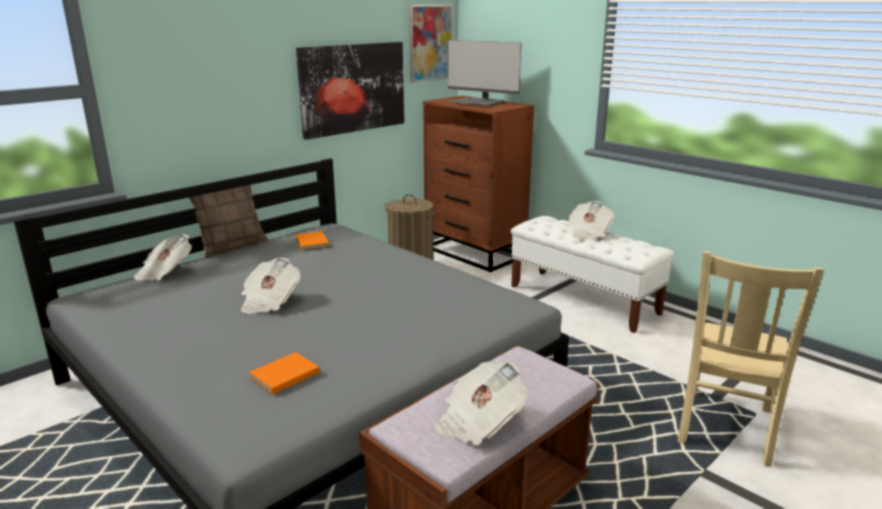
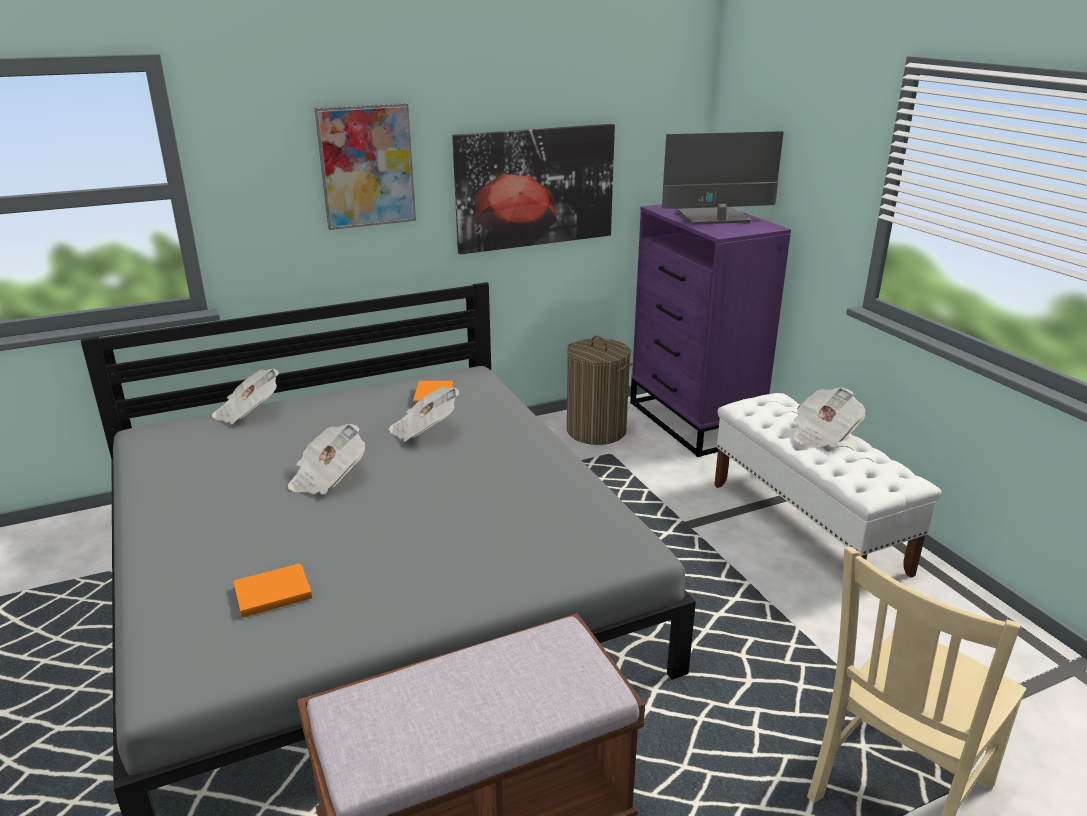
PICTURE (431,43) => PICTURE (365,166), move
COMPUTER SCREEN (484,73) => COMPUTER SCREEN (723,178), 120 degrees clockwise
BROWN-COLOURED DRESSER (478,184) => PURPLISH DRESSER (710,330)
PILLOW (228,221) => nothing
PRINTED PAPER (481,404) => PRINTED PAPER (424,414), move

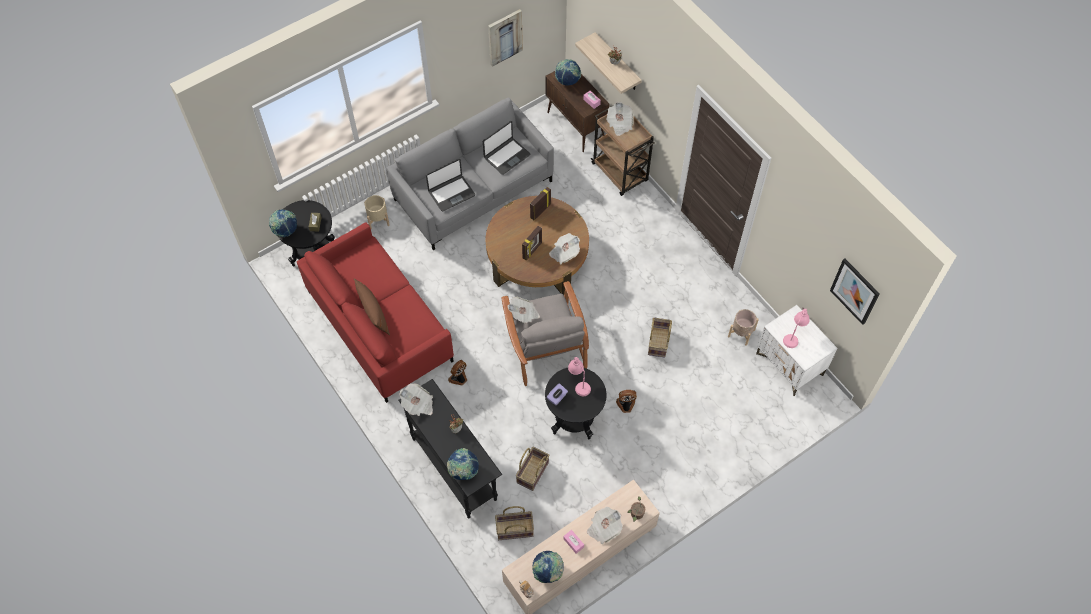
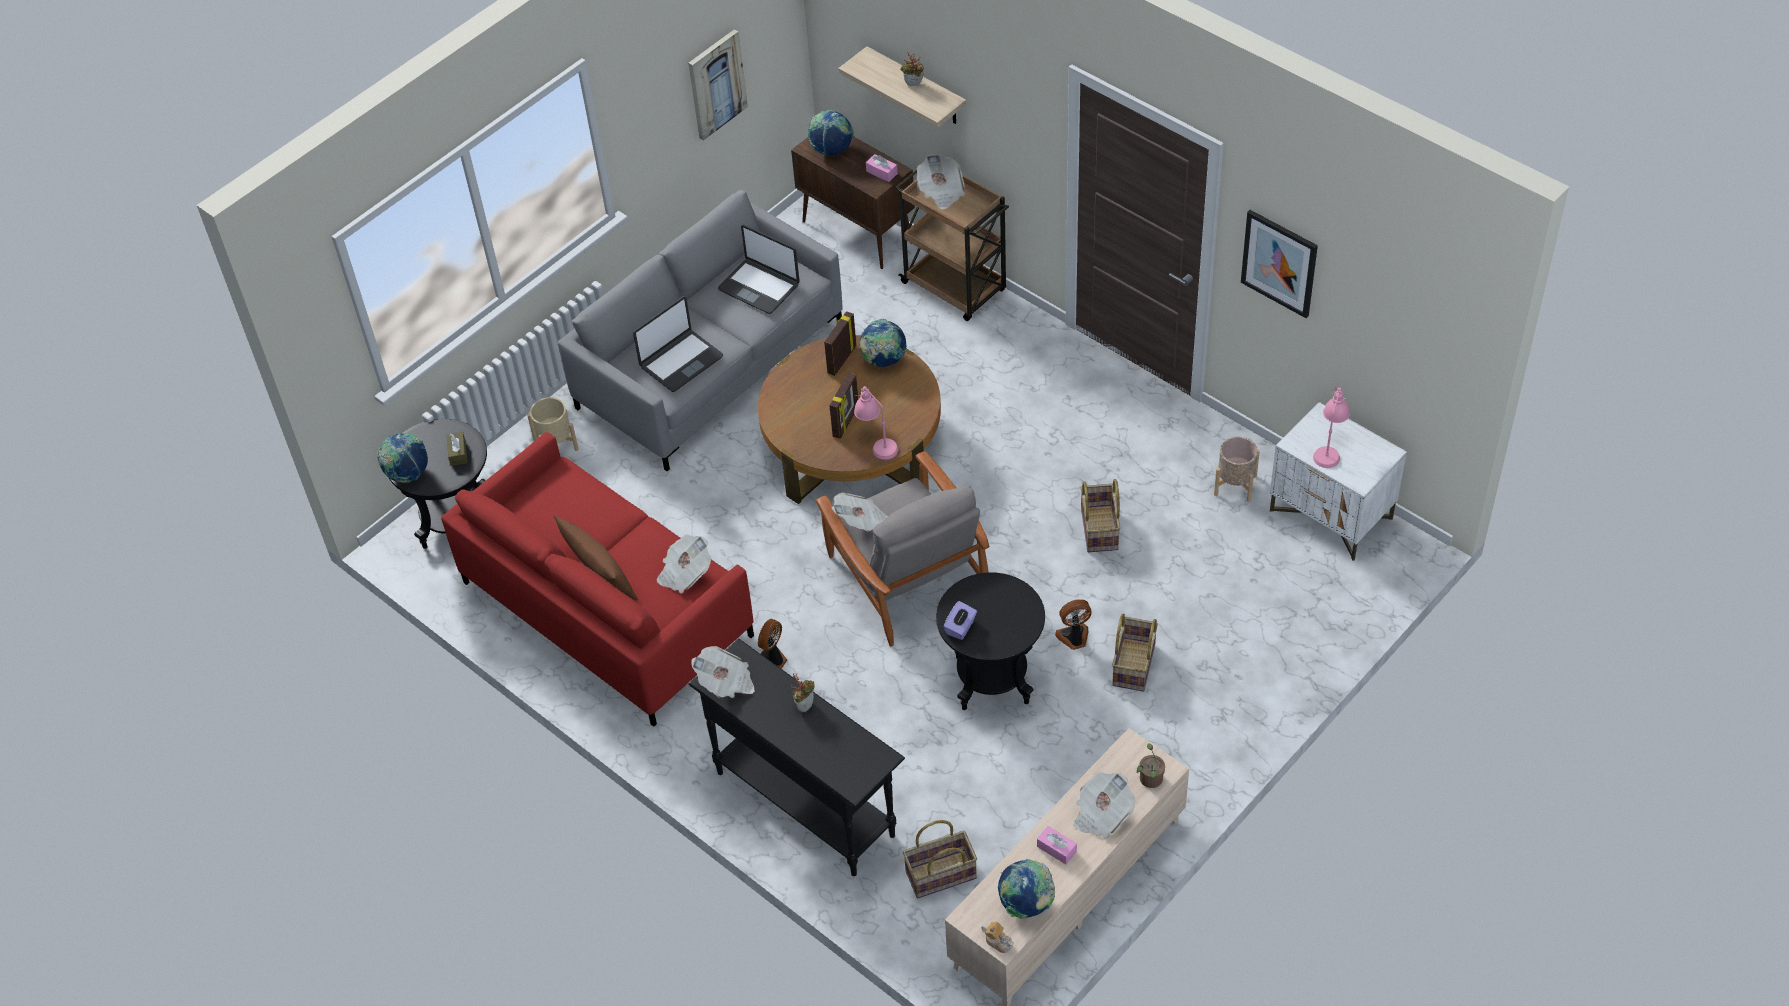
PORTABLE COMPUTER (506,148) => PORTABLE COMPUTER (759,269), 90 degrees clockwise
PRINTED PAPER (564,248) => PRINTED PAPER (684,563), move
PICTURE (855,292) => PICTURE (1279,264), move
PINK-COLOURED TABLETOP LAMP (579,376) => PINK-COLOURED TABLETOP LAMP (876,423), move
STORAGE BASKET (532,469) => STORAGE BASKET (1135,652), move
WORLD GLOBE (463,464) => WORLD GLOBE (883,343), move

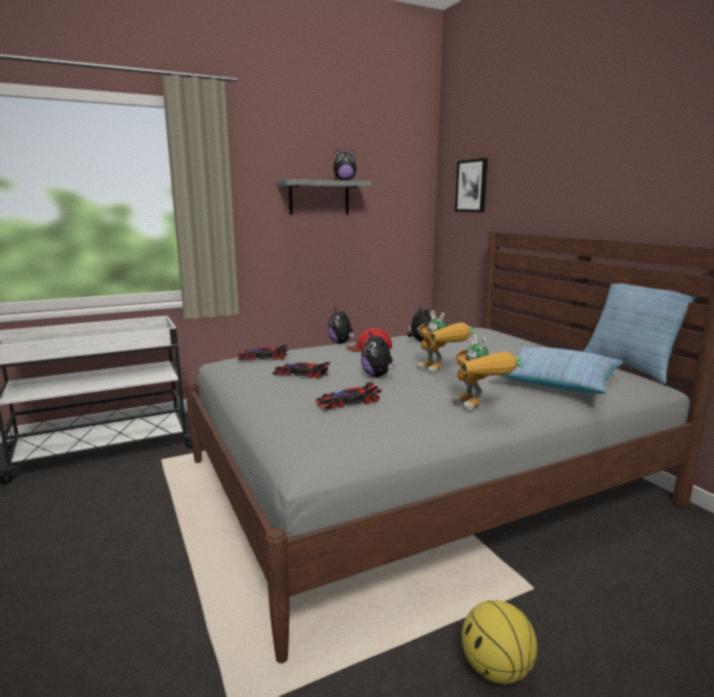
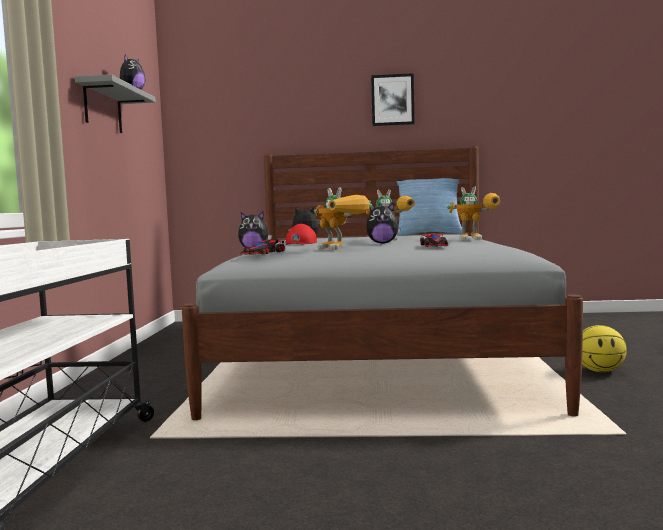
PICTURE (471,185) => PICTURE (393,99), move
PILLOW (561,370) => nothing
MINIATURE CAR (301,370) => ROBOT FIGURE (343,218)

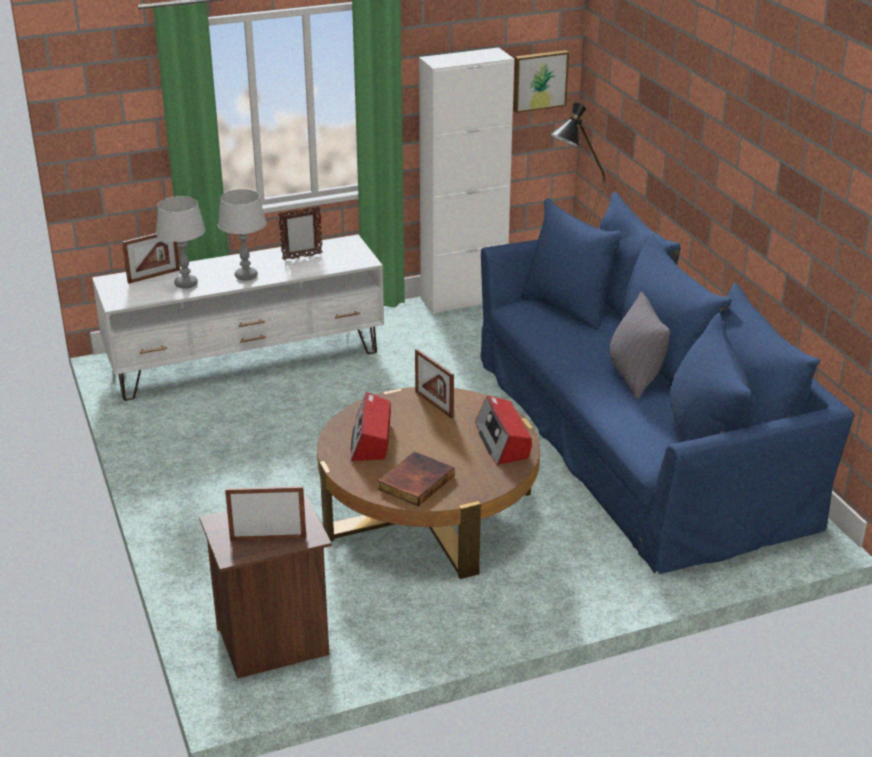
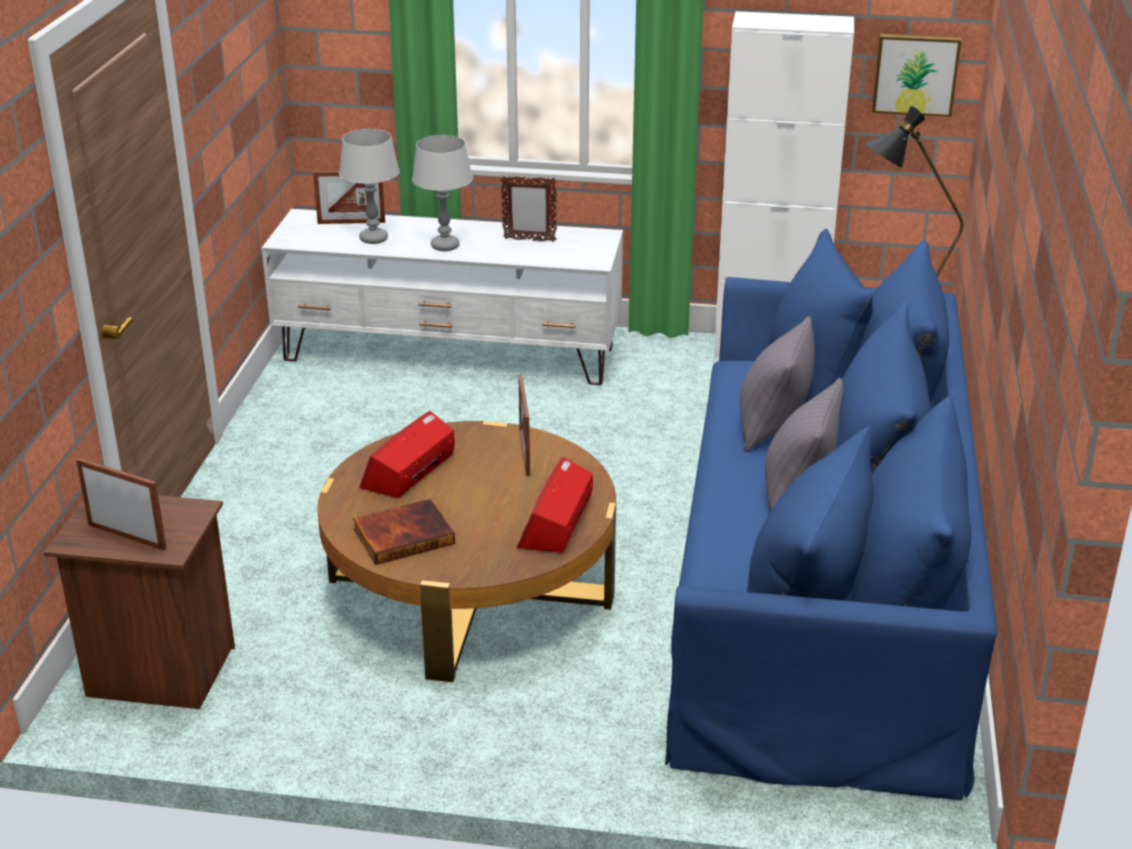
nothing => GREY PILLOW (777,384)

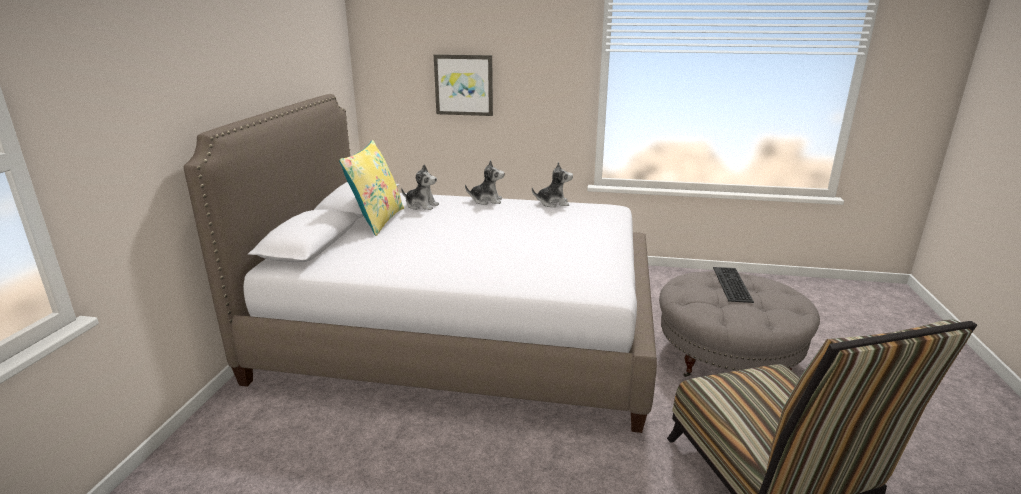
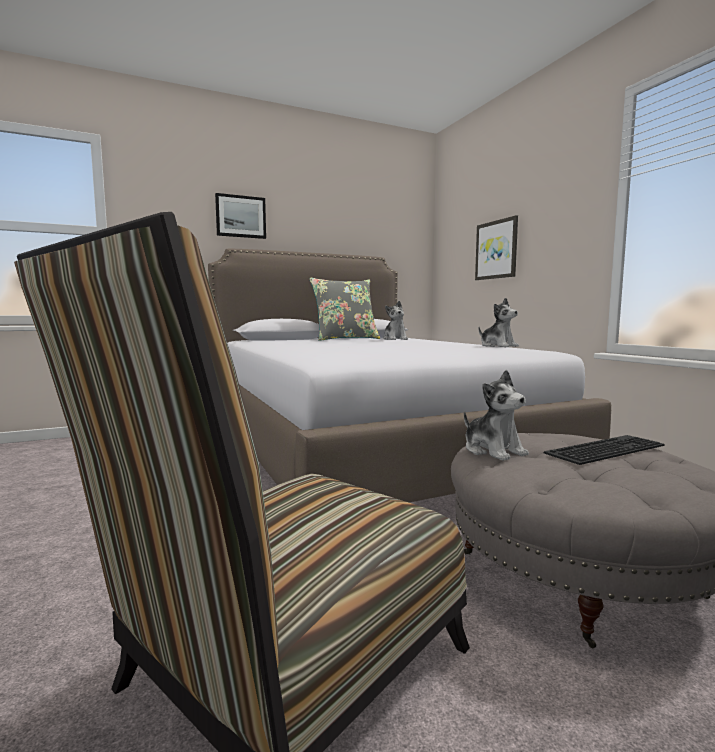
YELLOWISH PILLOW (371,188) => GREY PILLOW (344,309)
SOFT TOY (485,182) => SOFT TOY (496,415), move
nothing => PICTURE (240,216)

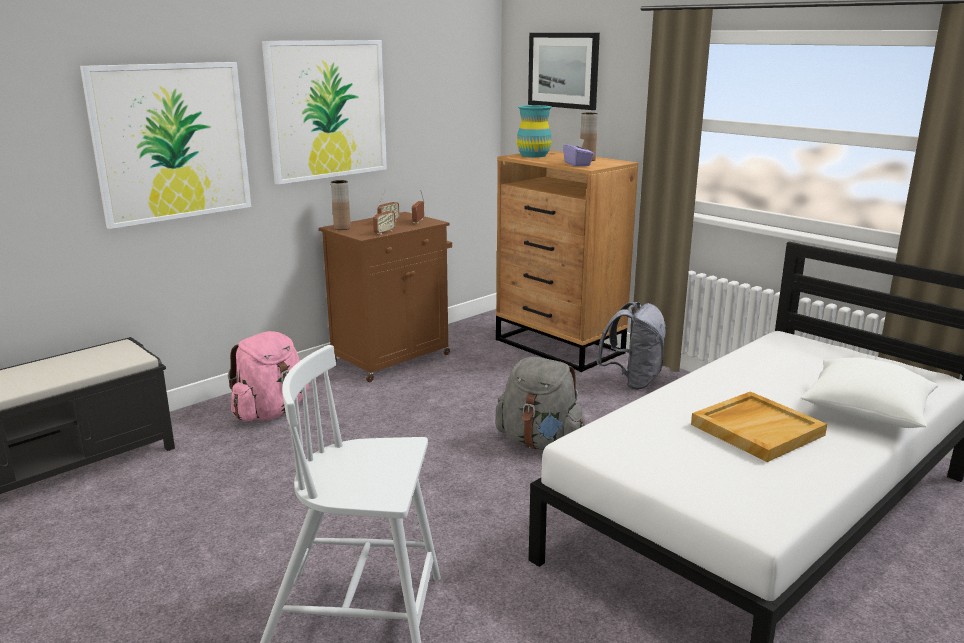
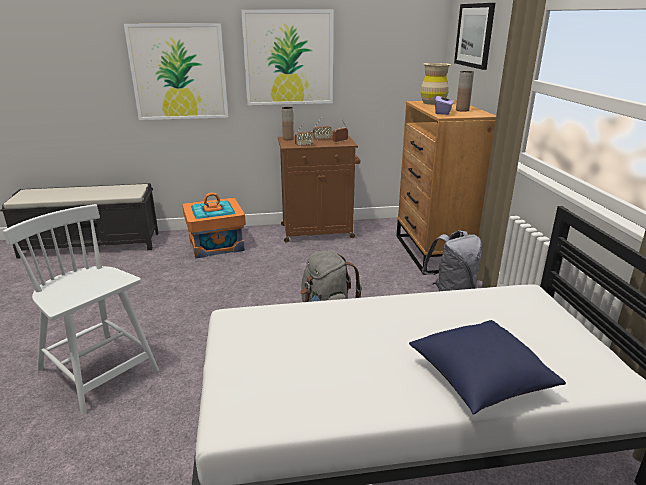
TURQUOISE-COLOURED VASE (534,131) => BEIGE-COLOURED VASE (436,84)
PINK-COLOURED BACKPACK (268,376) => ORANGE STORAGE BIN (214,225)
WHITE-COLOURED PILLOW (869,392) => BLUISH PILLOW (487,367)
BEIGE-COLOURED SERVING TRAY (759,426) => nothing

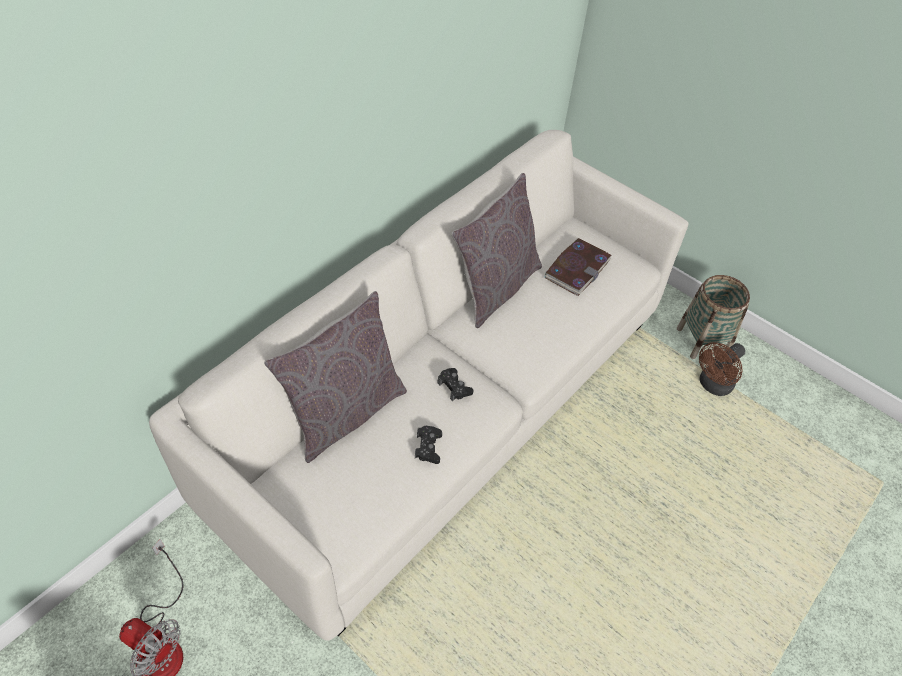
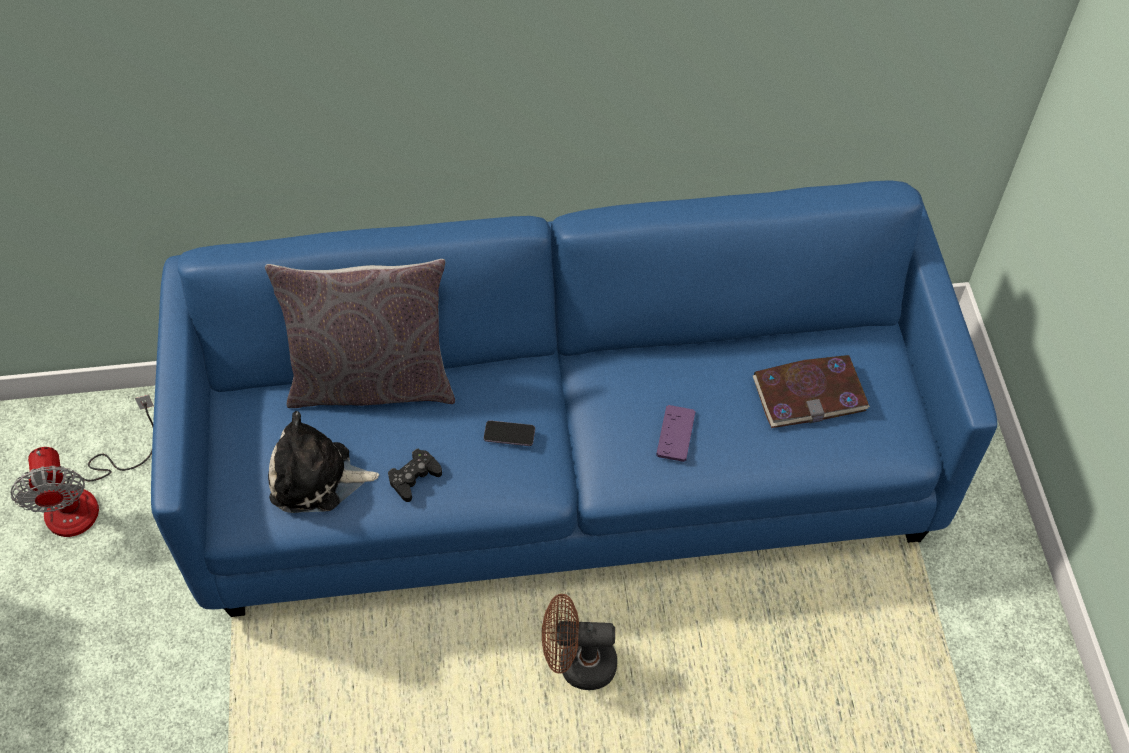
WHITE-COLOURED SETTEE (419,385) => BLUISH SETTEE (574,399)
GREY PILLOW (496,250) => nothing
STORAGE BASKET (713,317) => nothing
BROWN-COLOURED ELECTRIC FAN (722,369) => BROWN-COLOURED ELECTRIC FAN (579,642), move
BLACK JOYPAD (455,385) => HANDSET (509,433)
nothing => PURPLISH JOYPAD (676,433)
nothing => SOFT TOY (323,462)

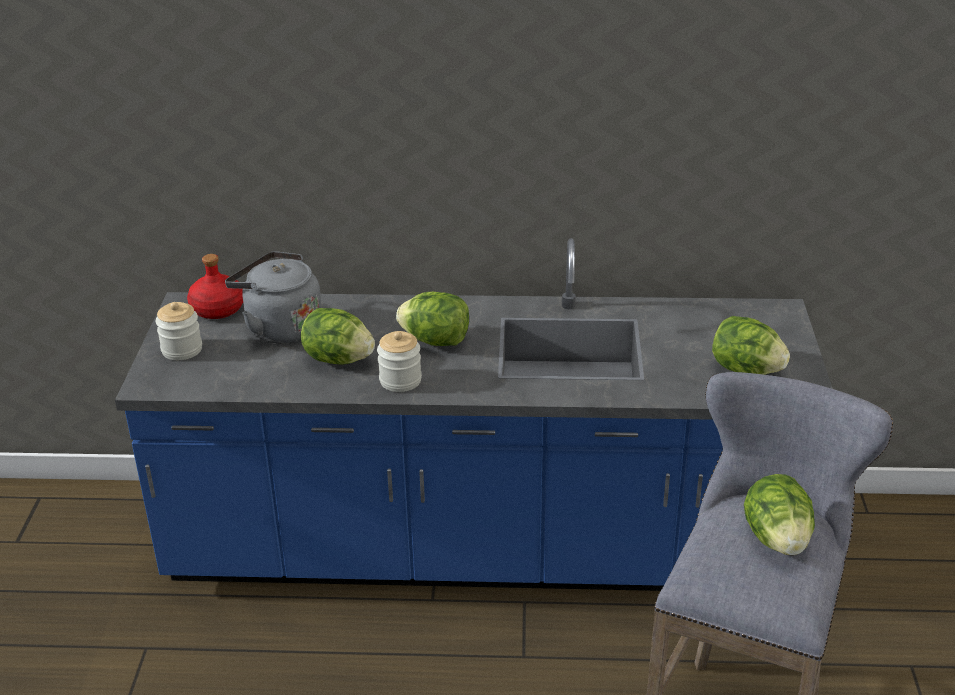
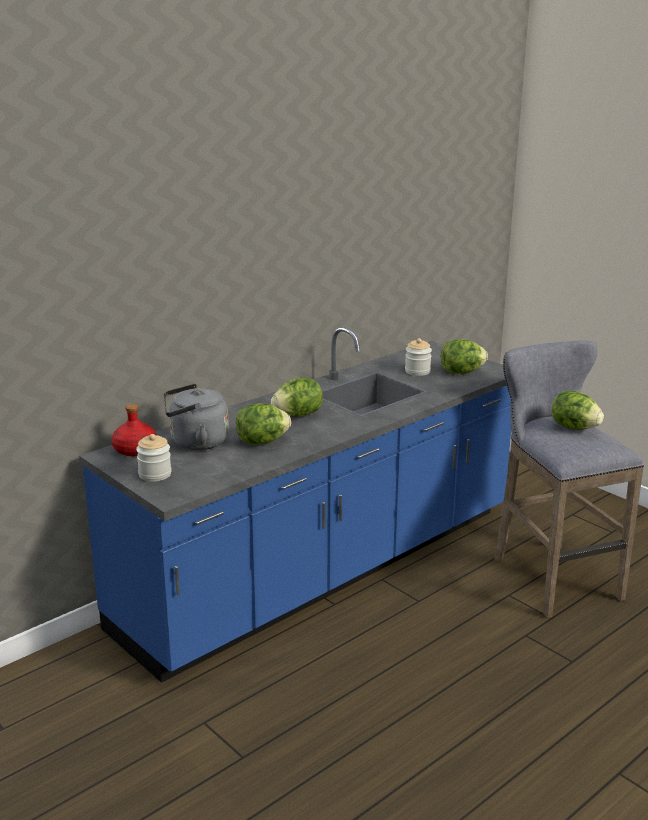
PRESERVE JAR (399,361) => PRESERVE JAR (418,357), move

